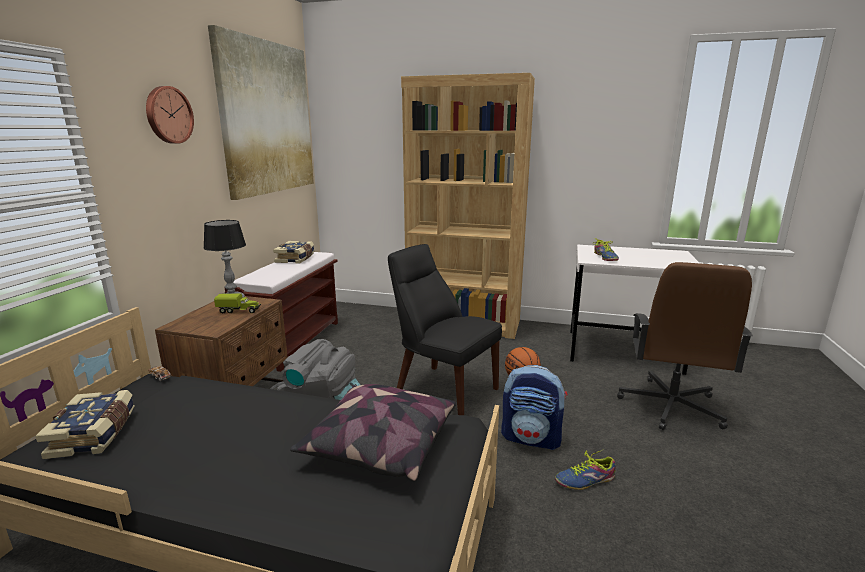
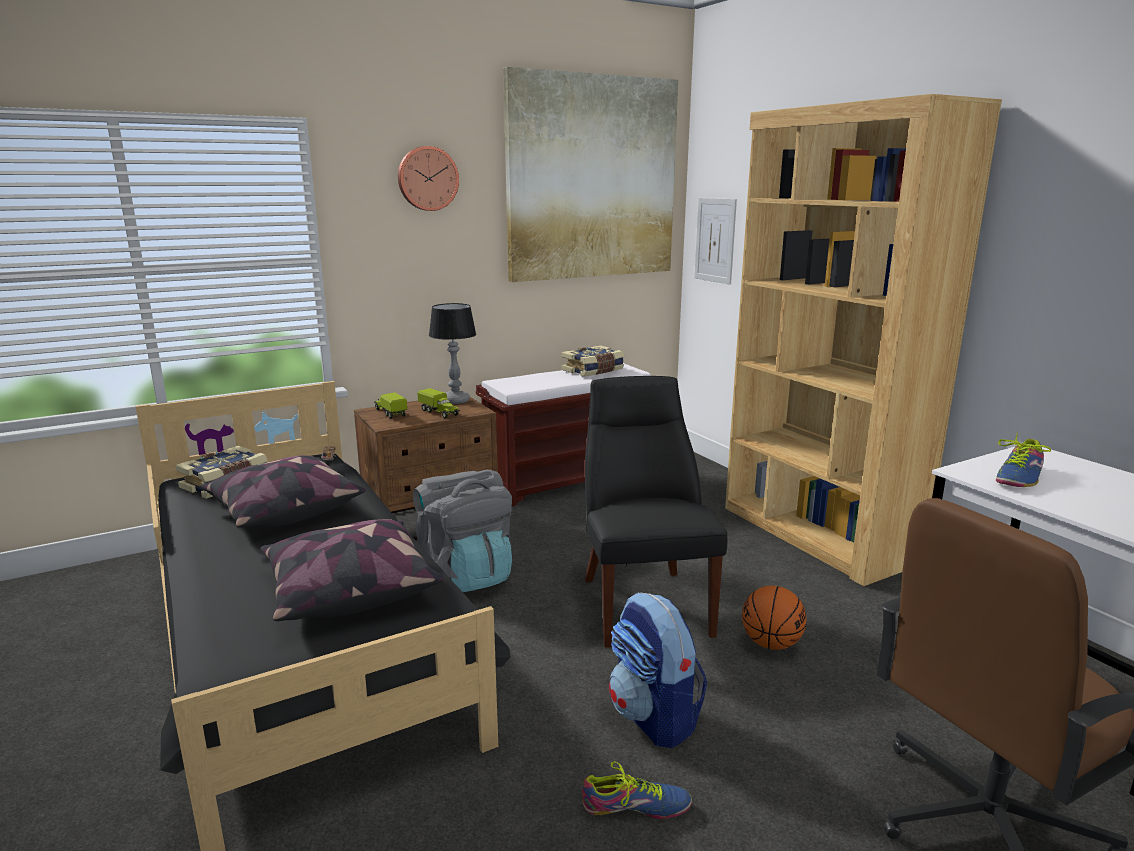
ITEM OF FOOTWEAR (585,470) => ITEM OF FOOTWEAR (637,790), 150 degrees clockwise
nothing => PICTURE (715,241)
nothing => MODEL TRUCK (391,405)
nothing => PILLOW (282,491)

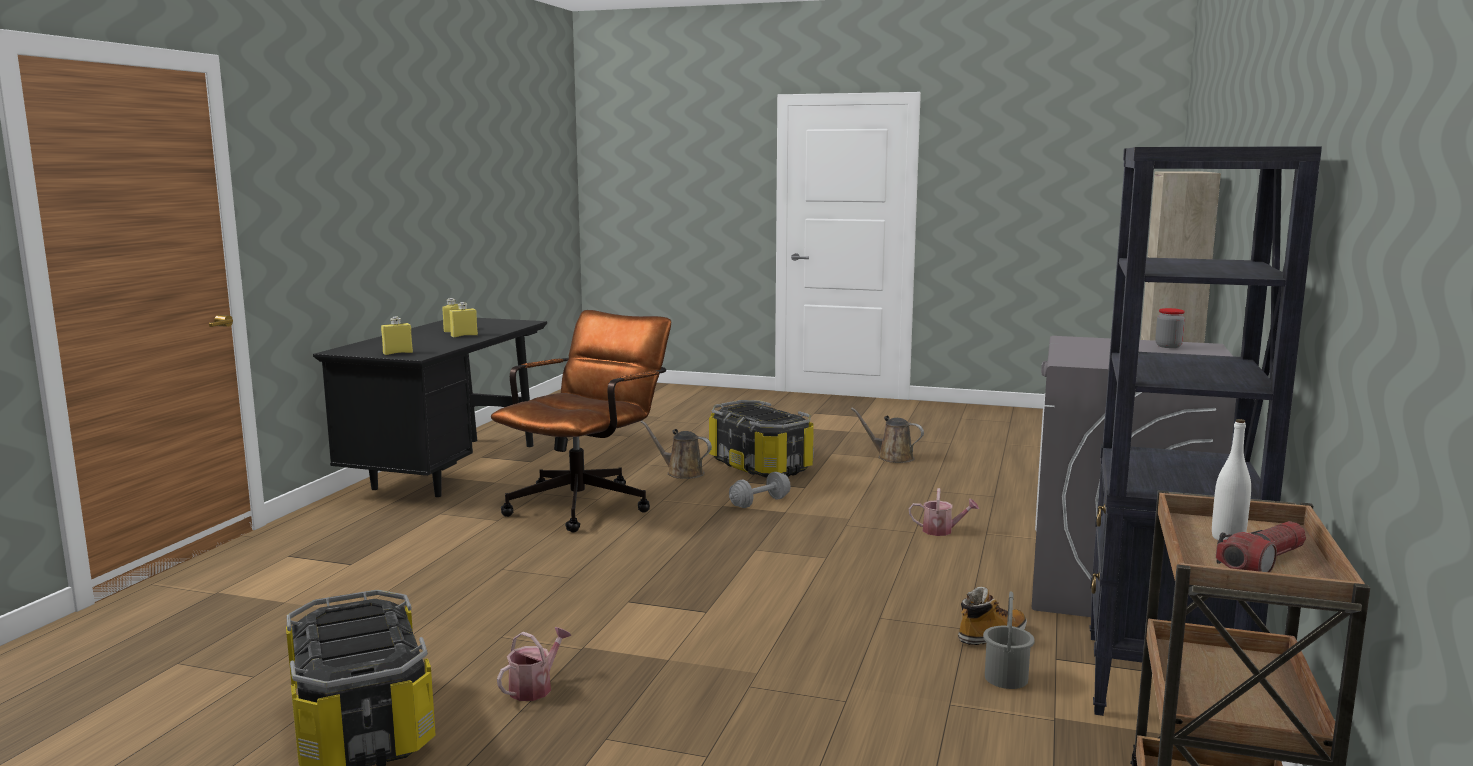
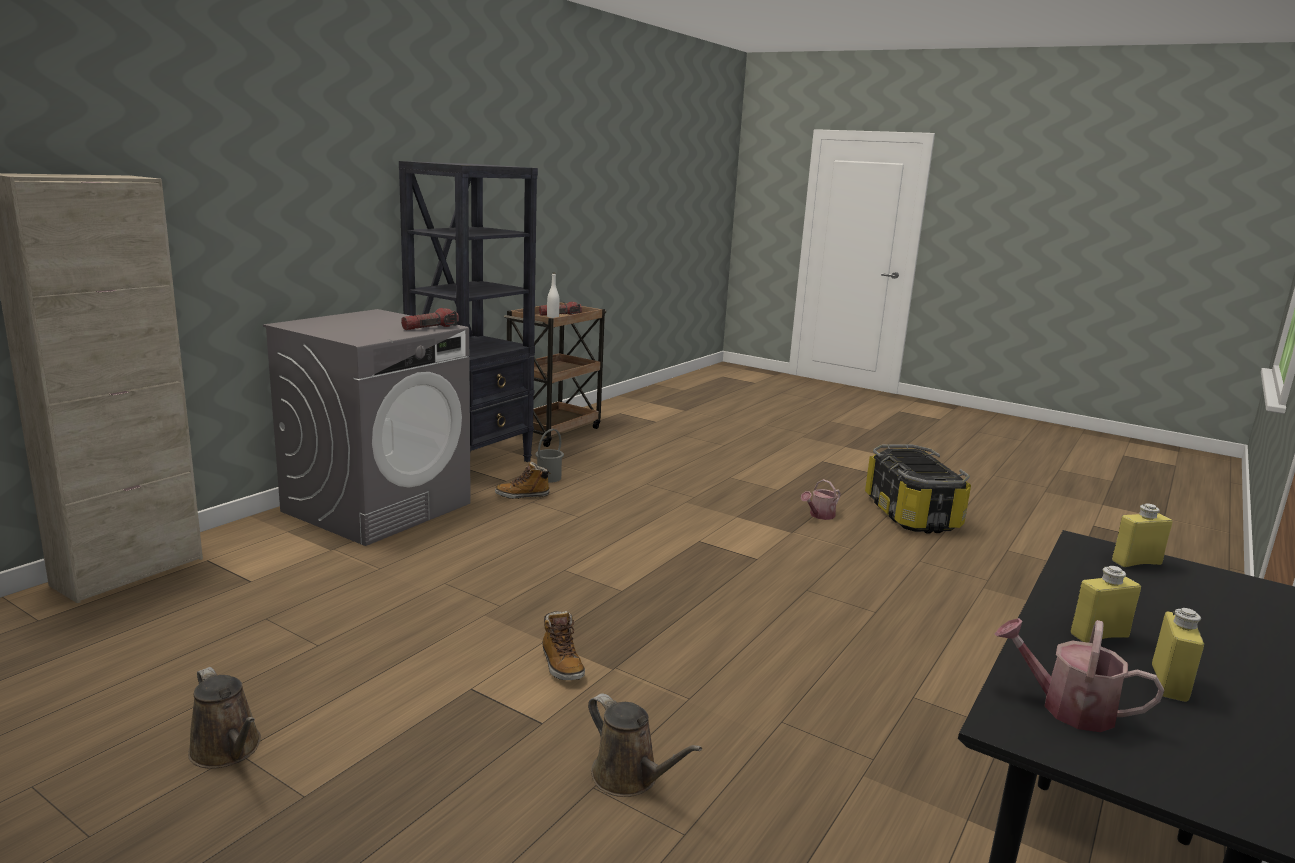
PRESERVE JAR (1170,328) => nothing
BROWN-COLOURED COMPUTER CHAIR (581,421) => nothing
STORAGE BIN (761,439) => nothing
GREY FREE WEIGHT (760,490) => BOOT (563,645)
SPRINKLING CAN (944,512) => SPRINKLING CAN (1079,675), move
nothing => FLASHLIGHT (430,319)

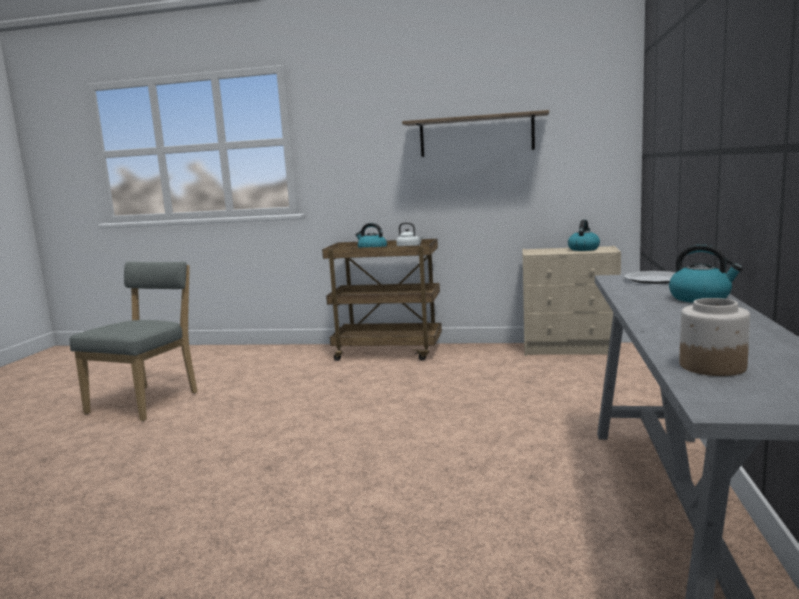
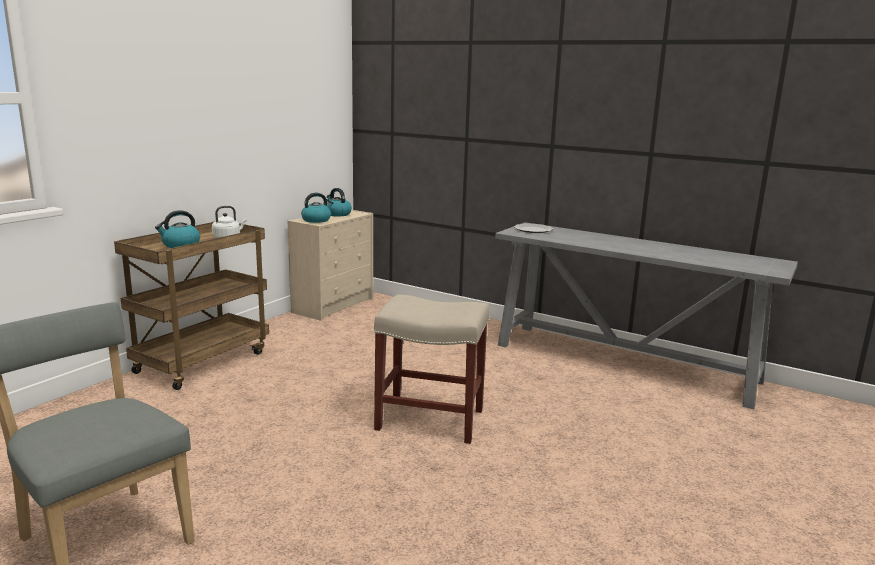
WALL SHELF (475,133) => nothing
KETTLE (706,273) => KETTLE (317,208), move
PRESERVE JAR (714,337) => nothing
nothing => BEIGE-COLOURED STOOL SEAT (432,369)

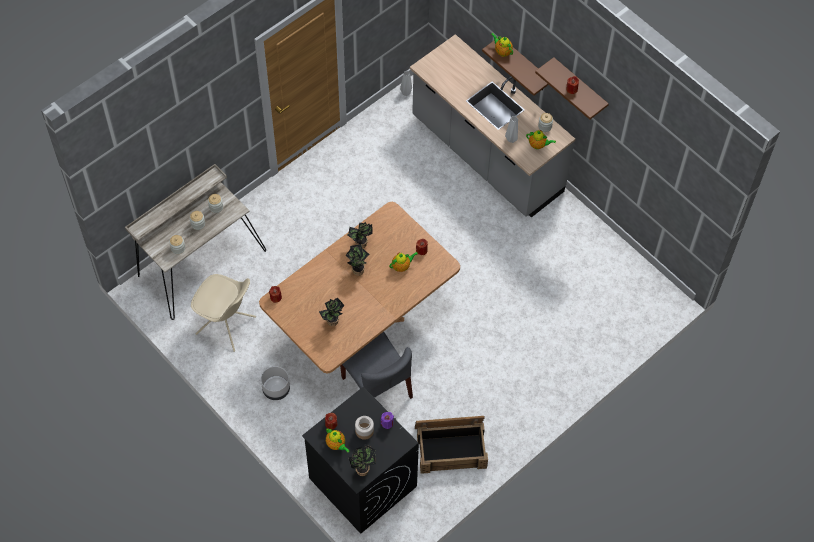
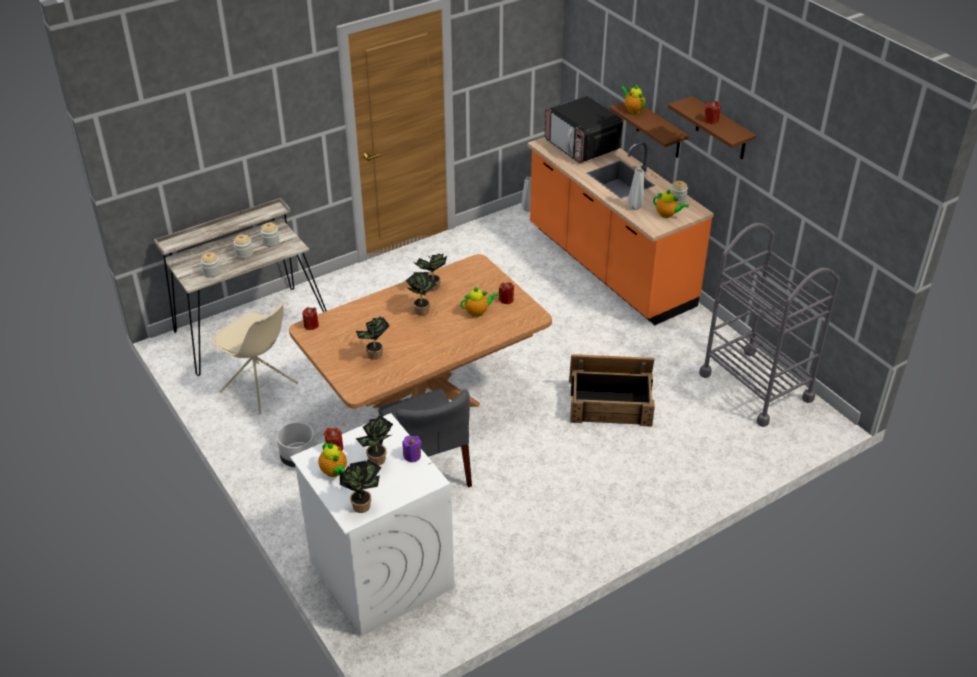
GREY KITCHEN COUNTER (492,126) => ORANGE KITCHEN COUNTER (621,231)
BLACK LAUNDRY MACHINE (360,460) => WHITE-COLOURED LAUNDRY MACHINE (372,525)
PRESERVE JAR (364,428) => PLANT IN A POT (374,441)
CRATE (451,445) => CRATE (612,390), move
nothing => MICROWAVE OVEN (584,129)
nothing => GREY TROLLEY (769,325)

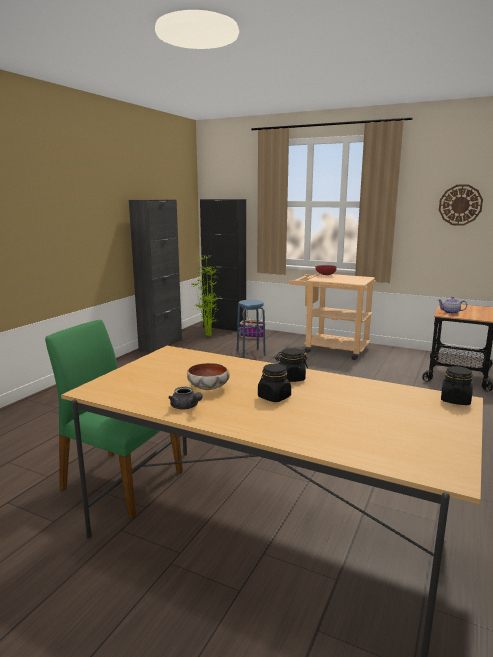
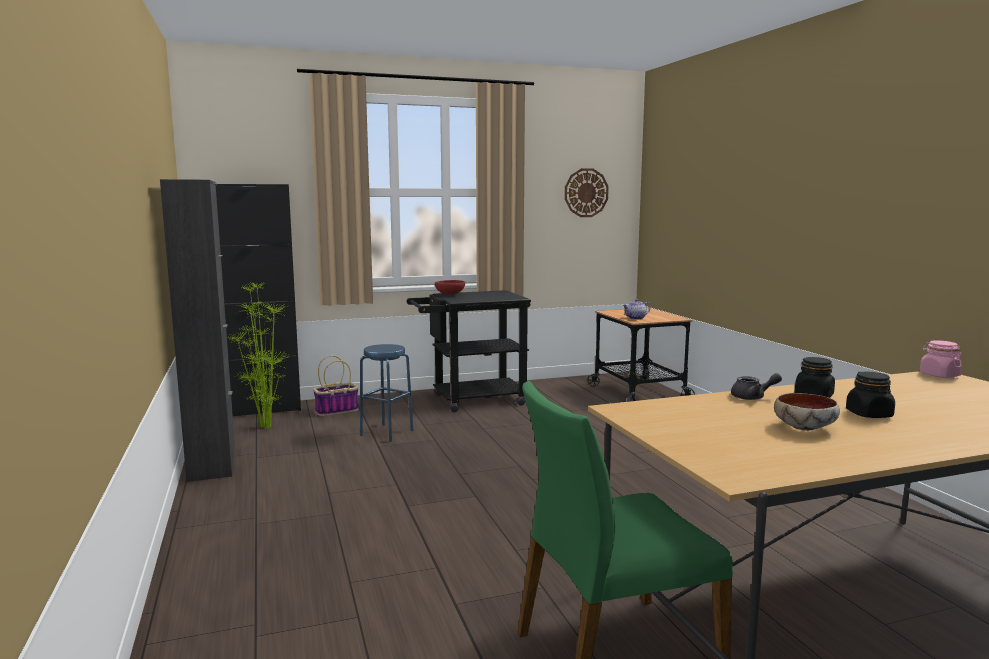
BEIGE-COLOURED TROLLEY (332,317) => BLACK TROLLEY (468,351)
BLACK PRESERVE JAR (457,385) => PINK-COLOURED PRESERVE JAR (940,359)
GREY TEA POT (185,398) => GREY TEA POT (756,386), move

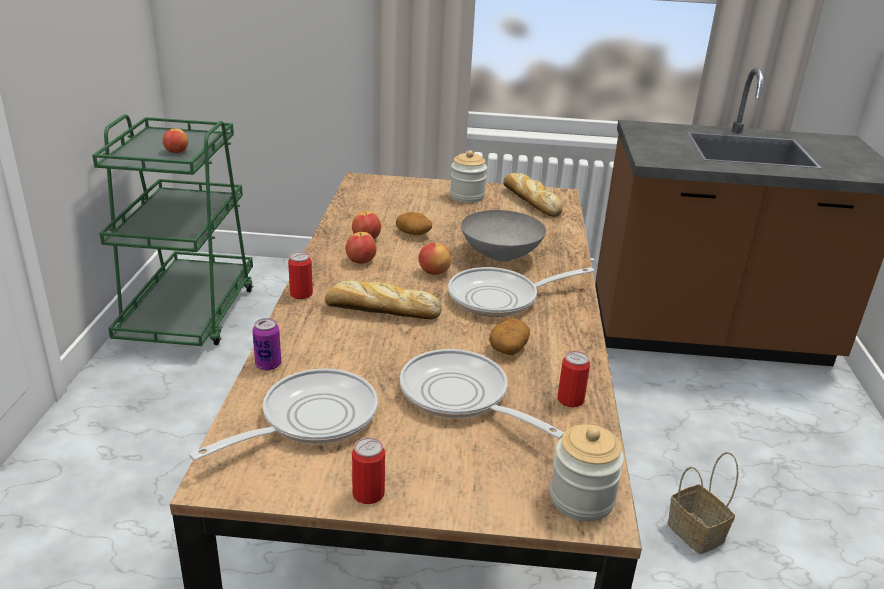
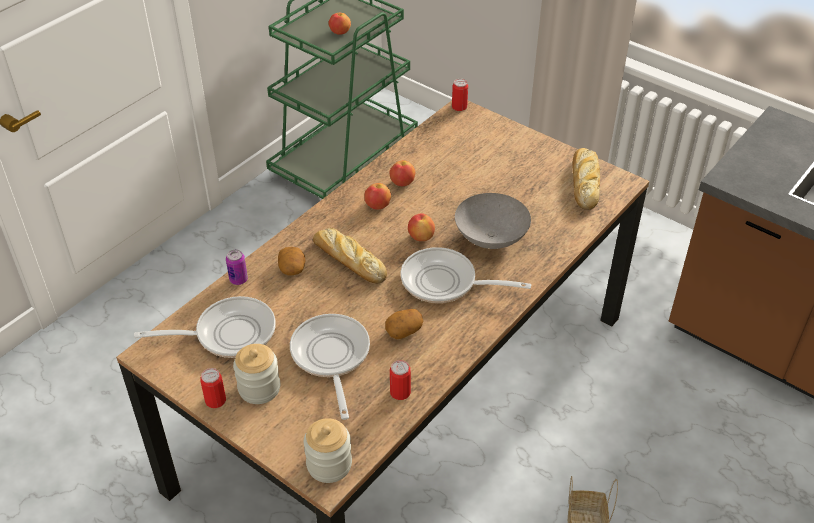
PRESERVE JAR (468,176) => PRESERVE JAR (256,374), move
WHOLE POTATO (414,223) => WHOLE POTATO (291,261), move
SEALED CAN (300,275) => SEALED CAN (460,95), move

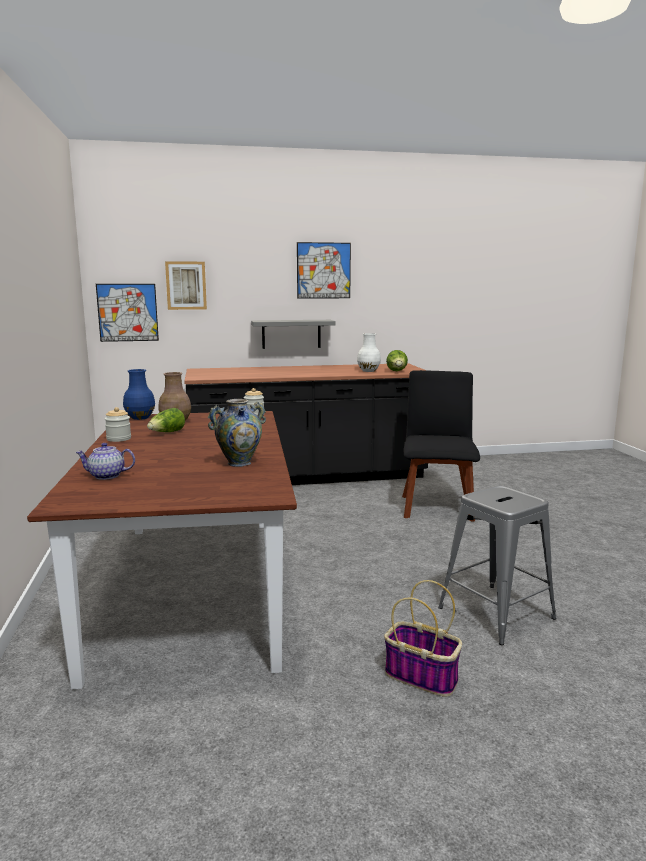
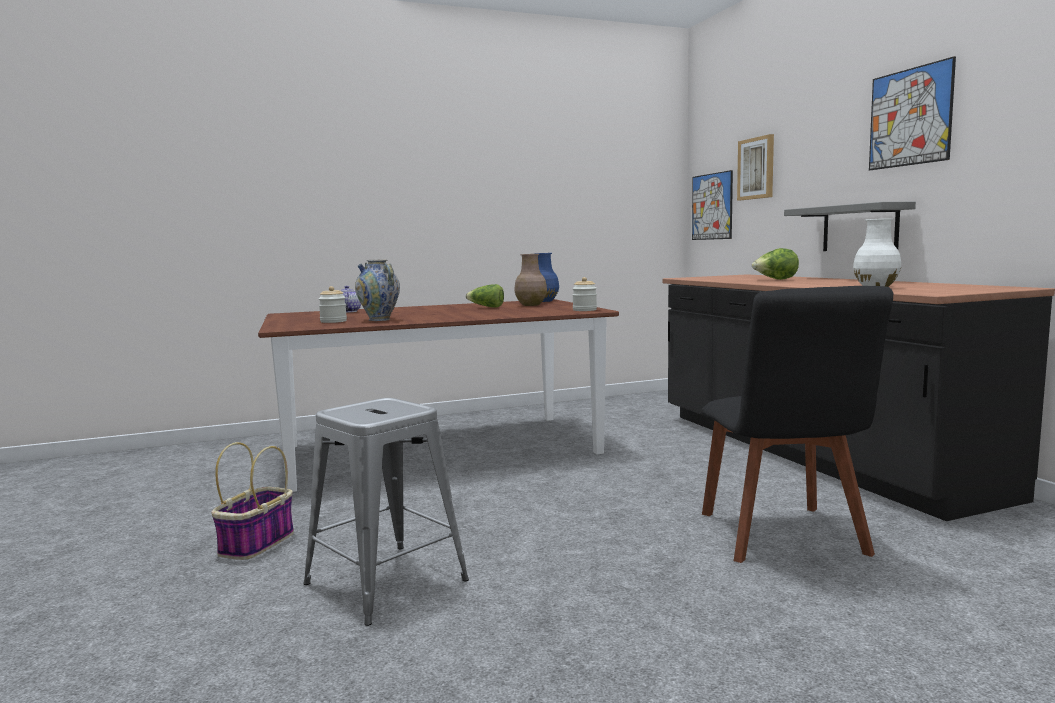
HEAD OF LETTUCE (397,360) => HEAD OF LETTUCE (775,264), move
BLACK UPRIGHT CHAIR (441,446) => BLACK UPRIGHT CHAIR (797,424), 90 degrees clockwise
PRESERVE JAR (118,424) => PRESERVE JAR (333,304), move

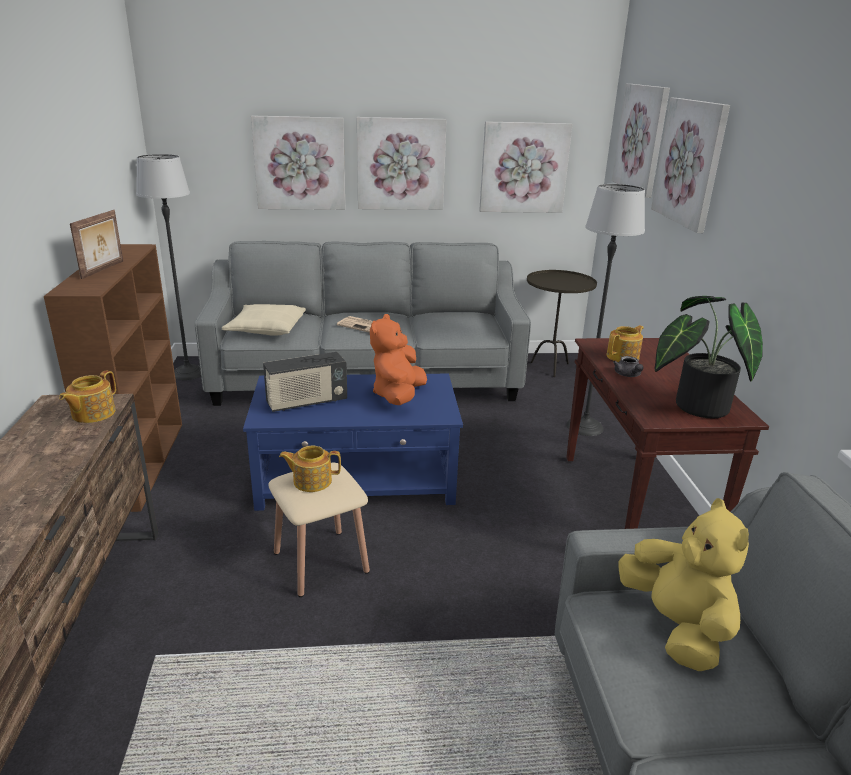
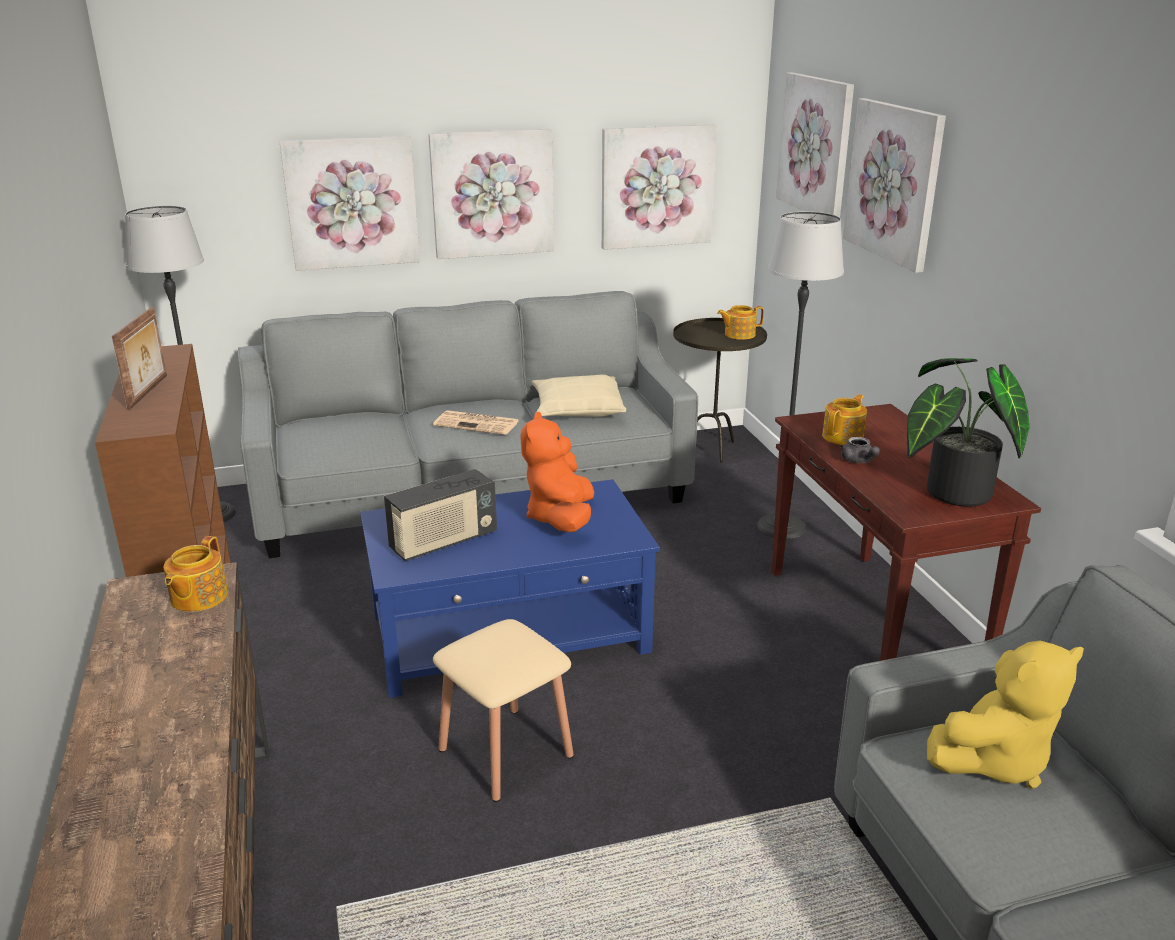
BEIGE-COLOURED PILLOW (264,320) => BEIGE-COLOURED PILLOW (579,396), move
TEA POT (310,468) => TEA POT (740,322), move
YELLOWISH SOFT TOY (683,584) => YELLOWISH SOFT TOY (1005,715), 90 degrees clockwise

